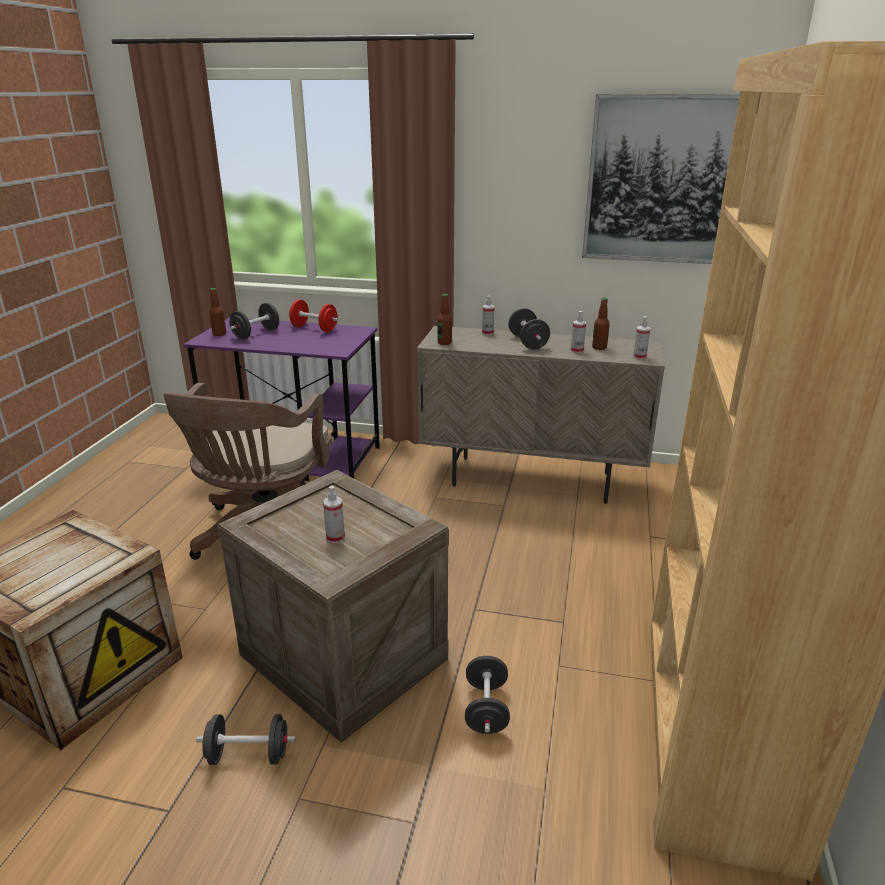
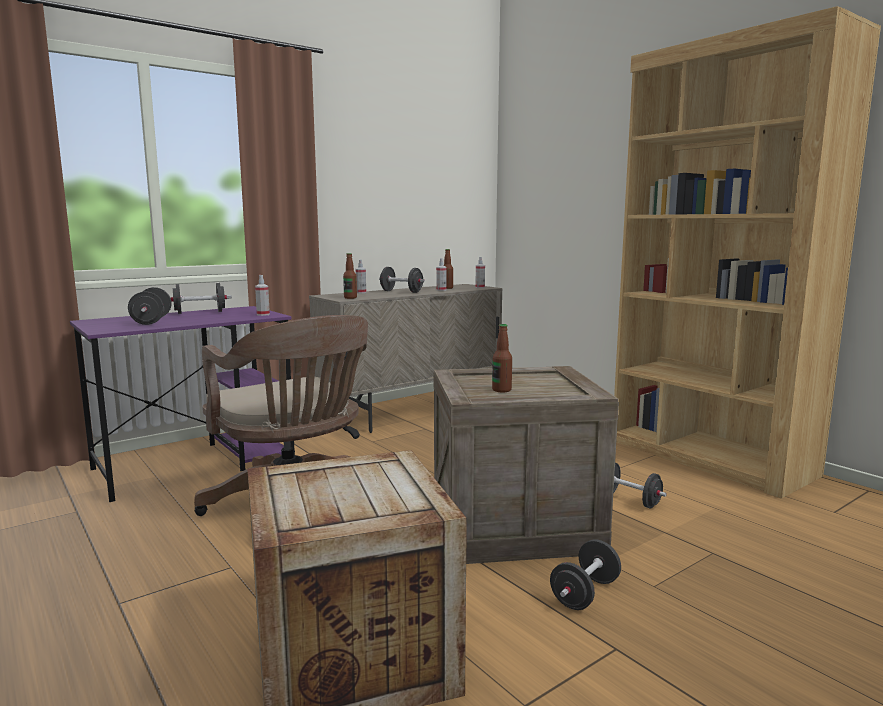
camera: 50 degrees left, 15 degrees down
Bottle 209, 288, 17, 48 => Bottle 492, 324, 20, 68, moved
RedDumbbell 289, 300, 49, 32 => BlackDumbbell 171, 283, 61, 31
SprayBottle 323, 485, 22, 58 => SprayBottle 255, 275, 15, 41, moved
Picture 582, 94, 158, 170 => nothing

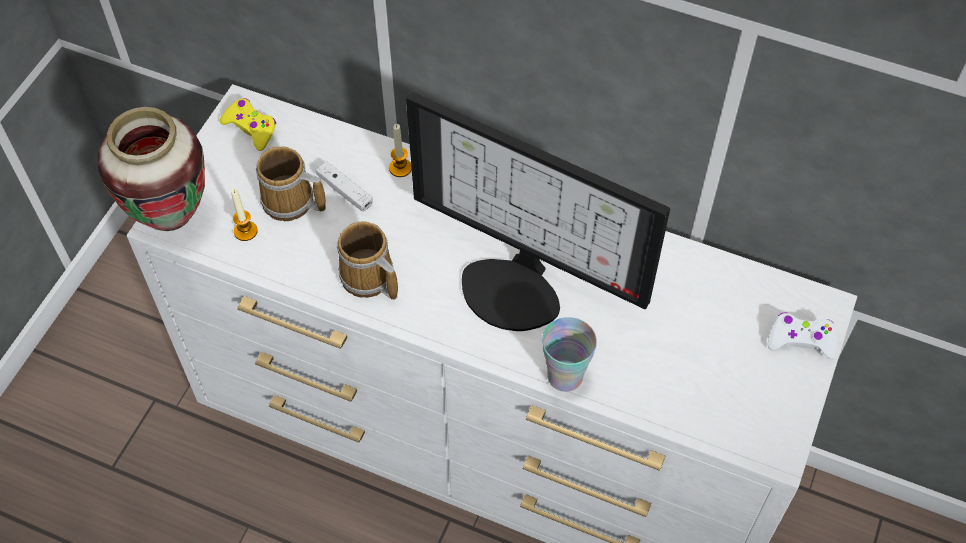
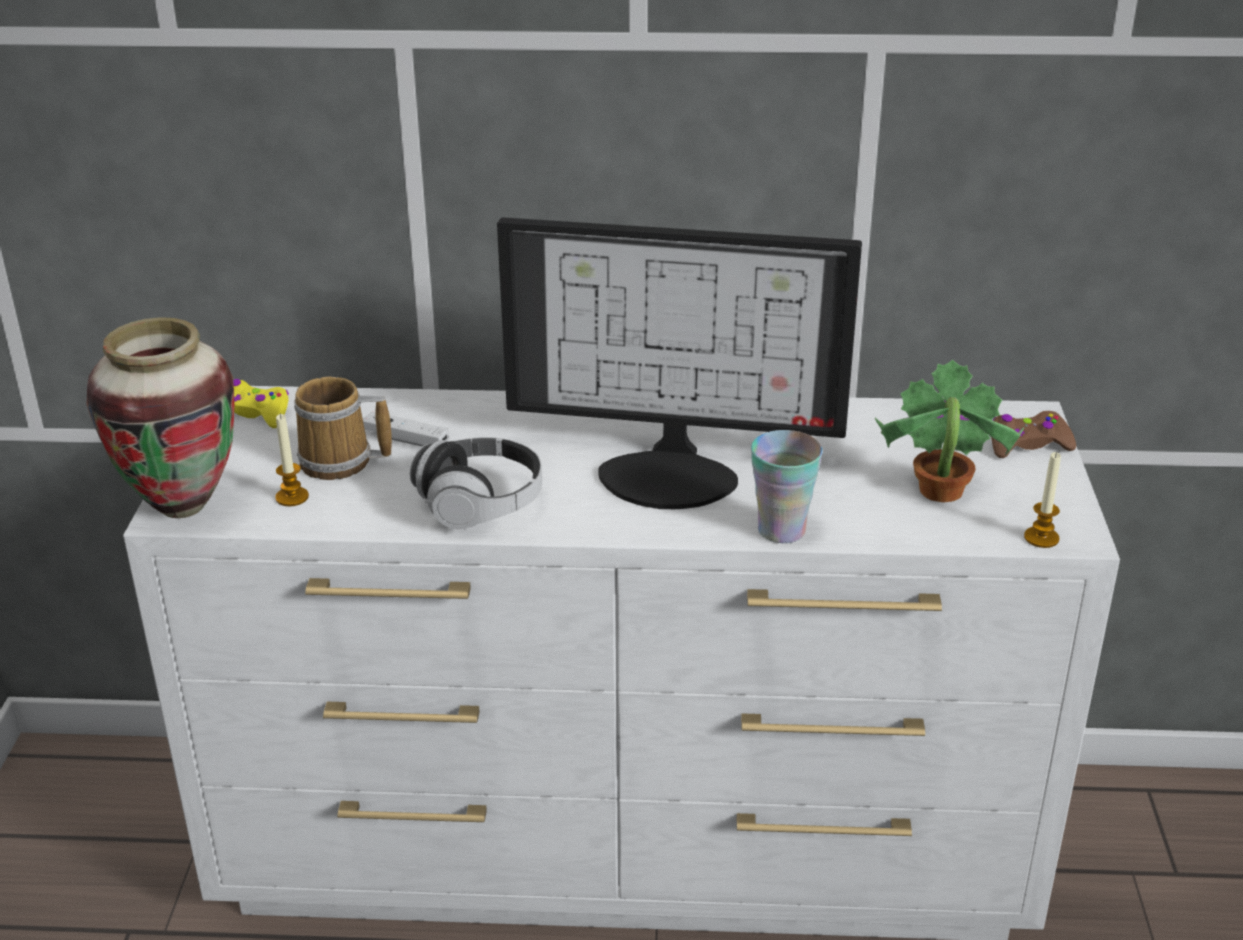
camera: 20 degrees left, 25 degrees down
Mug 337, 221, 61, 79 => Headphones 410, 437, 132, 92
Candle 389, 124, 23, 53 => Candle 1024, 452, 37, 96, moved
WhiteGameController 768, 312, 70, 47 => BrownGameController 991, 411, 85, 47
nothing => PottedPlant 875, 360, 149, 142

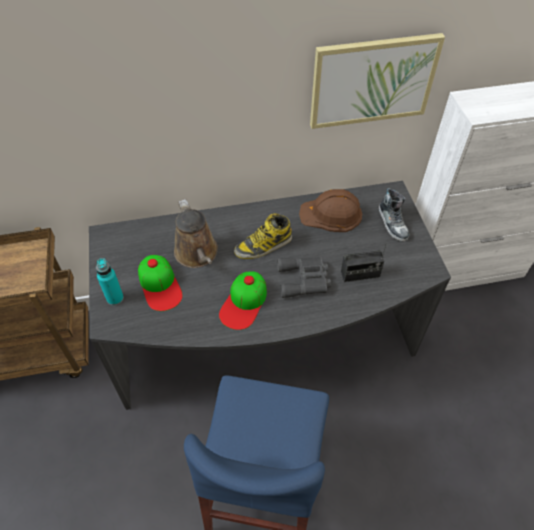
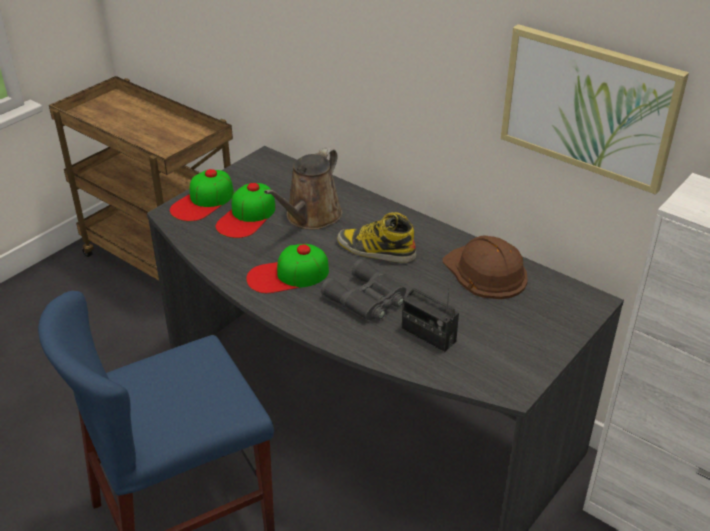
camera: 50 degrees right, 15 degrees down
TurquoiseBottle 96, 258, 28, 47 => Cap 170, 169, 64, 52
Shoe 379, 188, 30, 53 => nothing

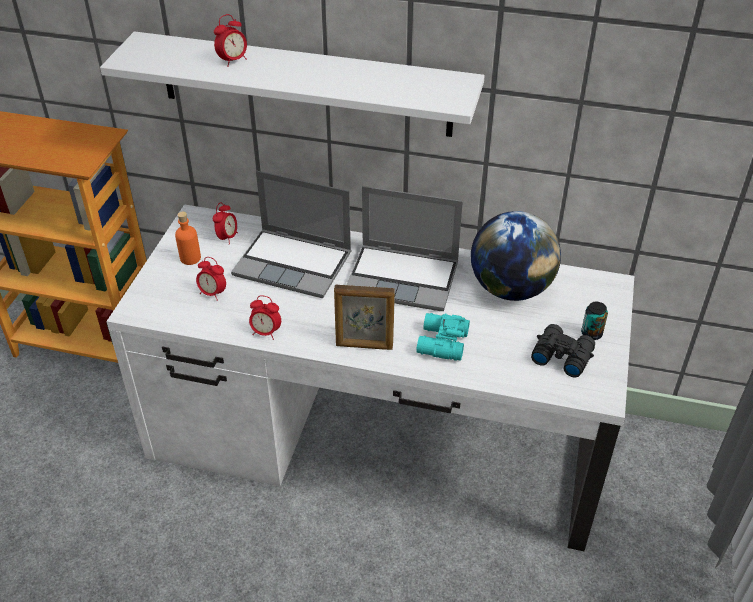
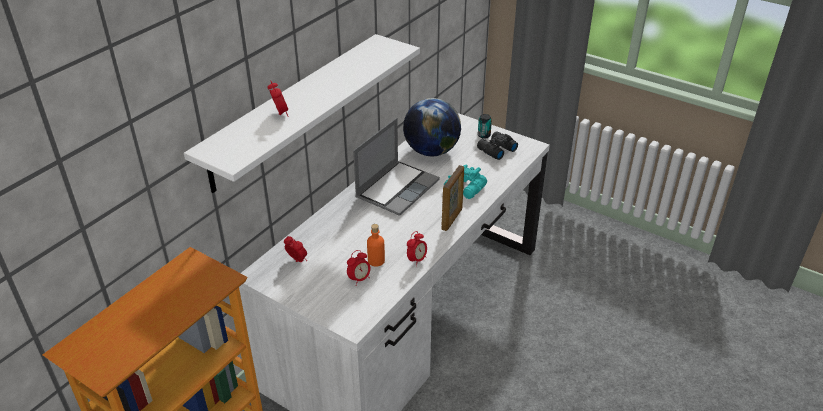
camera: 70 degrees left, 5 degrees down
OrangeBottle 175, 212, 26, 53 => OrangeBottle 367, 224, 18, 43, moved
Laptop 231, 171, 120, 127 => nothing

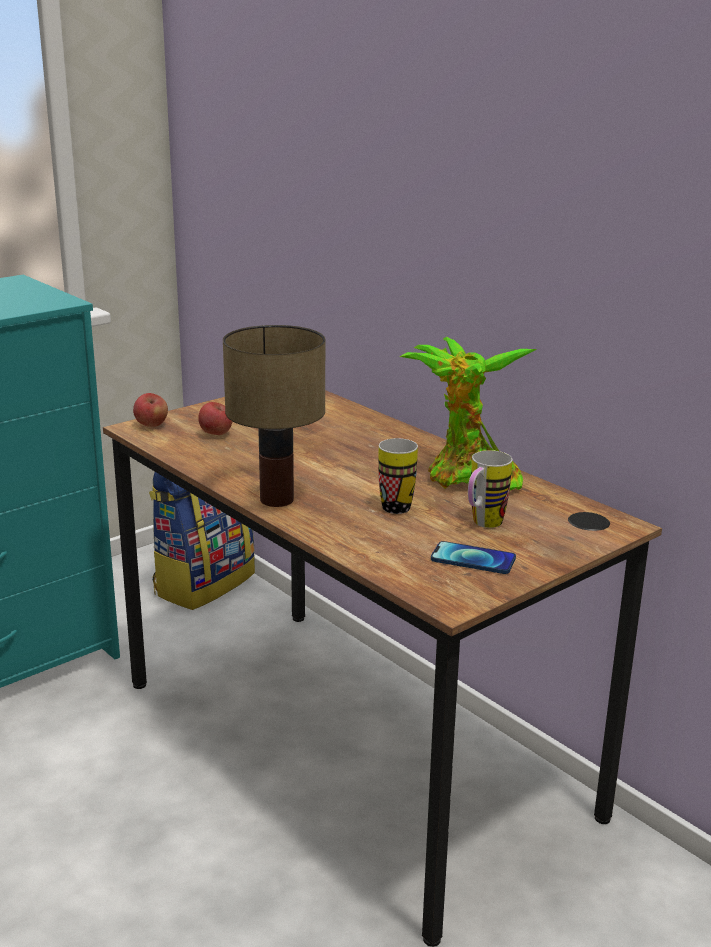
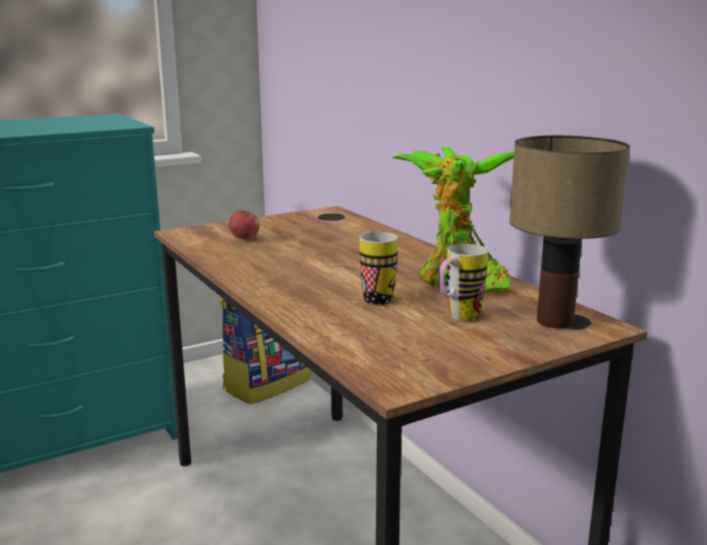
camera: 10 degrees right, 5 degrees down
Apple 133, 393, 35, 34 => nothing
TableLamp 223, 325, 103, 182 => TableLamp 509, 135, 121, 194, moved
Phone 431, 541, 85, 33 => nothing

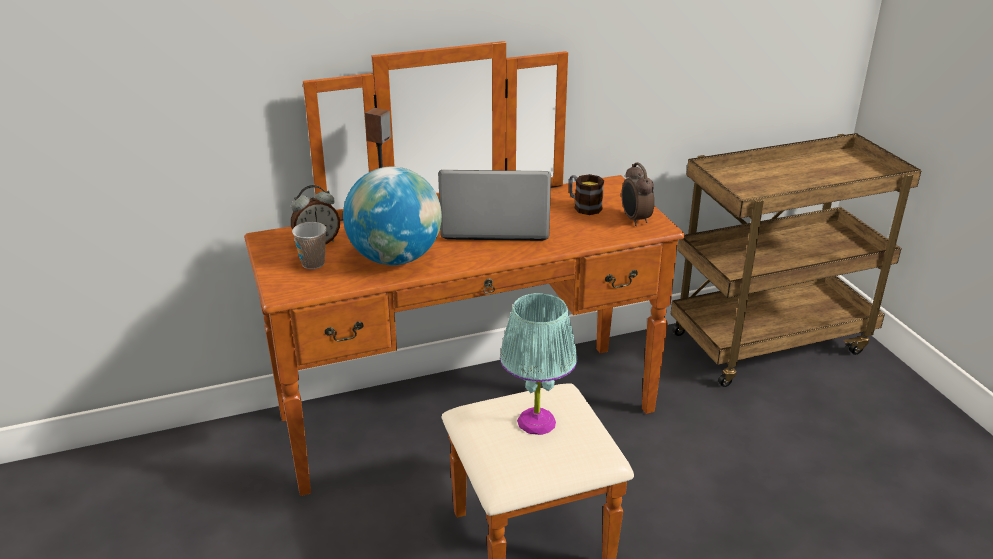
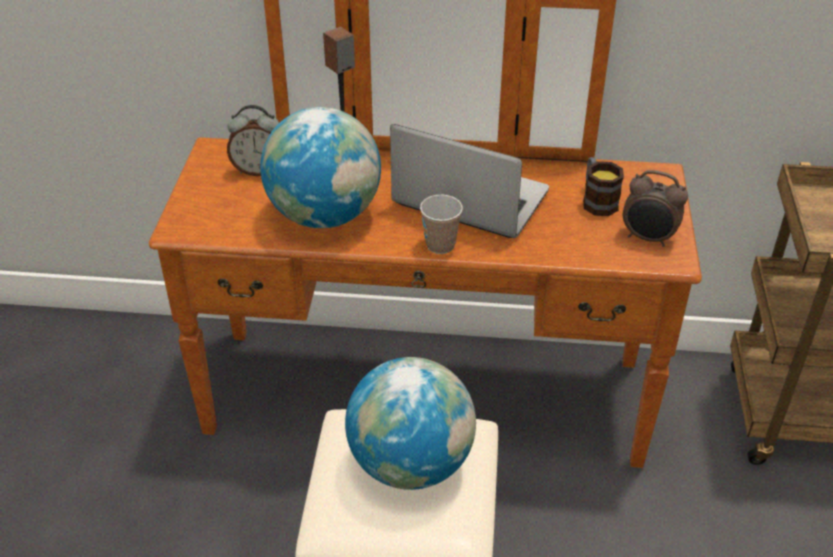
camera: 25 degrees right, 10 degrees up
Cup 292, 222, 35, 47 => Cup 420, 195, 43, 59, moved
TurquoiseTableLamp 500, 293, 78, 142 => Globe 345, 357, 131, 133
AlarmClock 621, 162, 33, 64 => AlarmClock 623, 170, 65, 77, 75 degrees counterclockwise

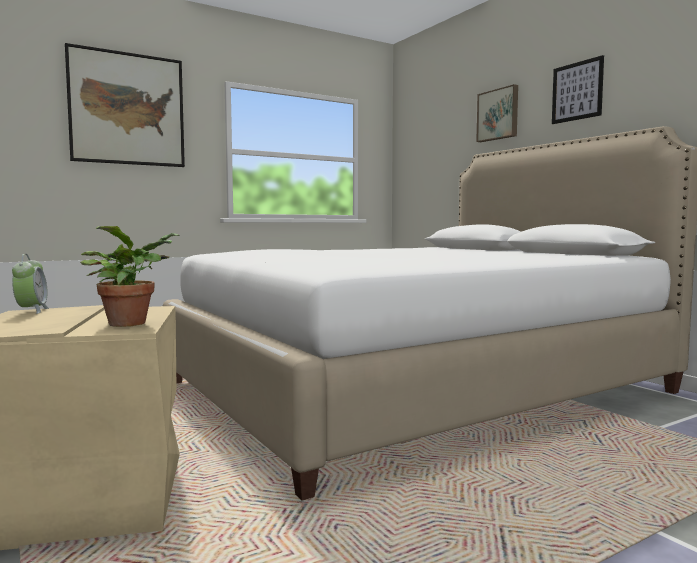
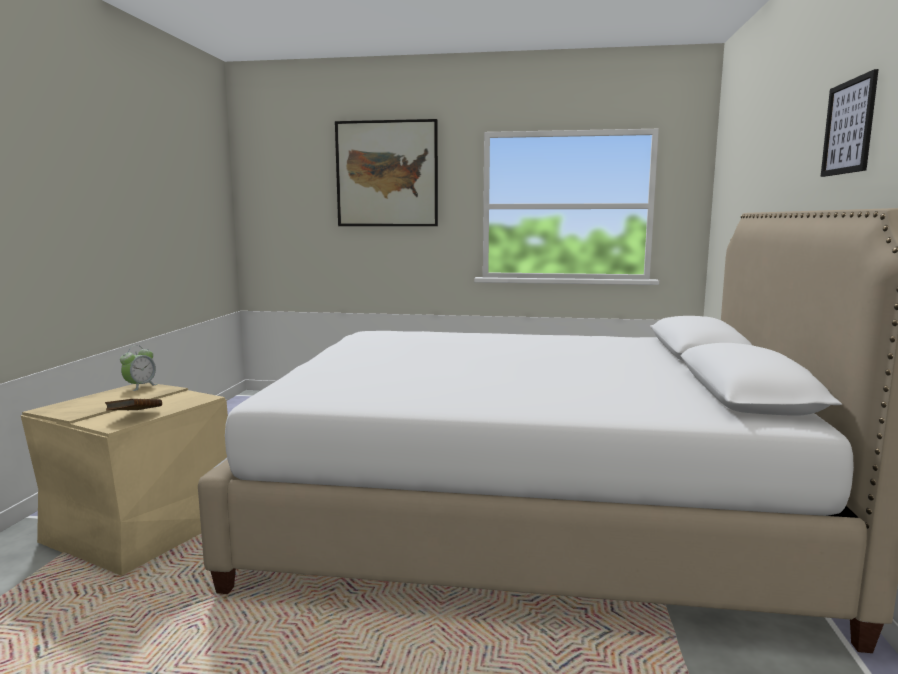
camera: 40 degrees right, 5 degrees up
PottedPlant 80, 226, 100, 101 => BrownBook 105, 399, 57, 12
Picture 476, 84, 42, 58 => nothing

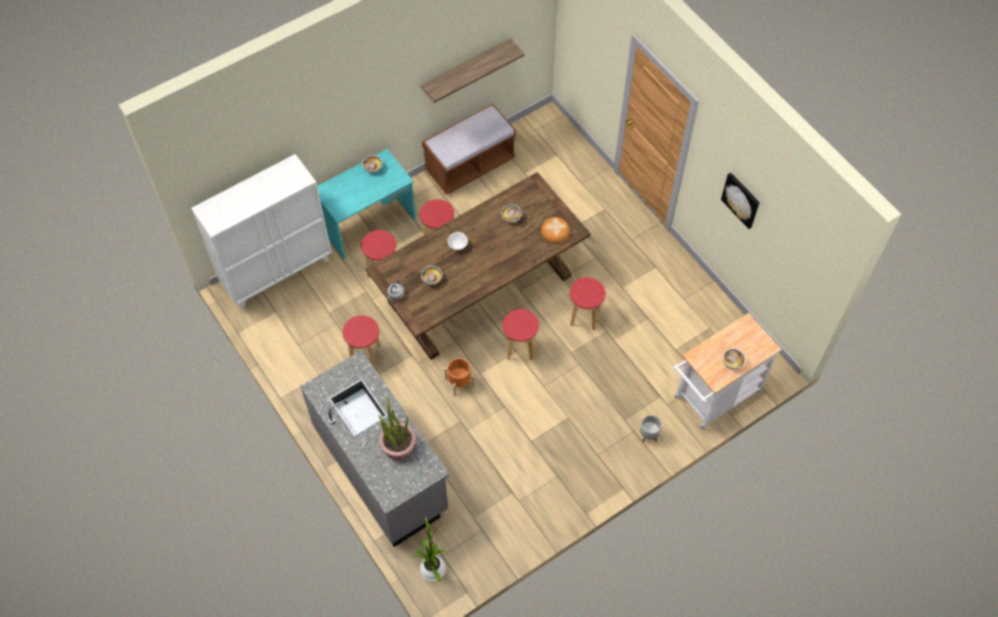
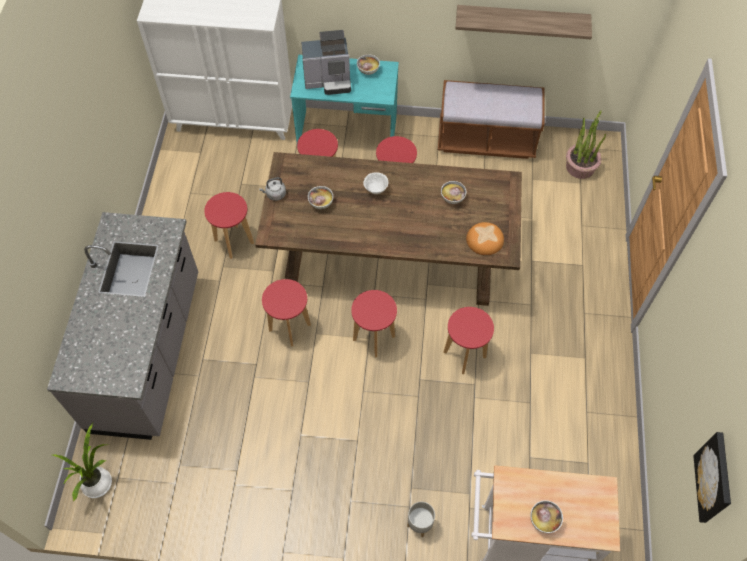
camera: 40 degrees right, 0 degrees up
PottedPlant 379, 397, 37, 63 => PottedPlant 566, 110, 40, 69, moved
OrangePlanter 444, 358, 31, 38 => RedStool 262, 279, 49, 68
Picture 721, 173, 39, 56 => Picture 693, 432, 38, 91, moved
nothing => CoffeeMachine 301, 30, 50, 65

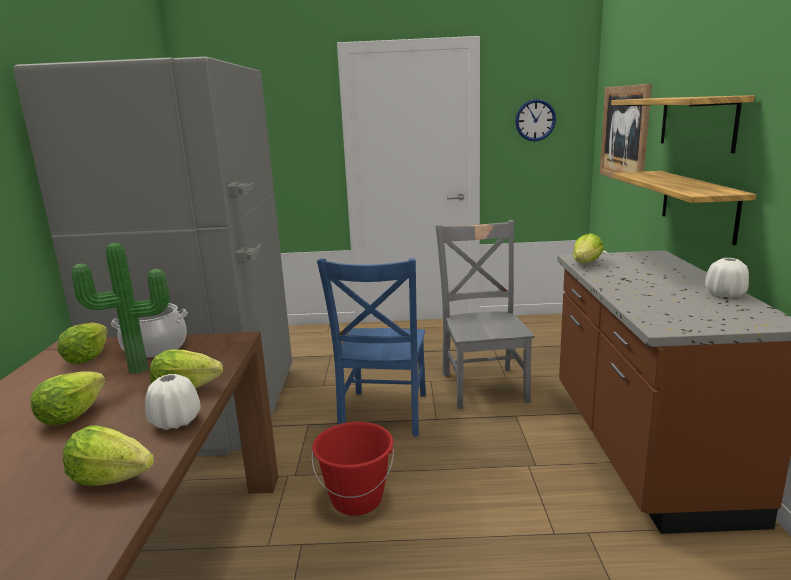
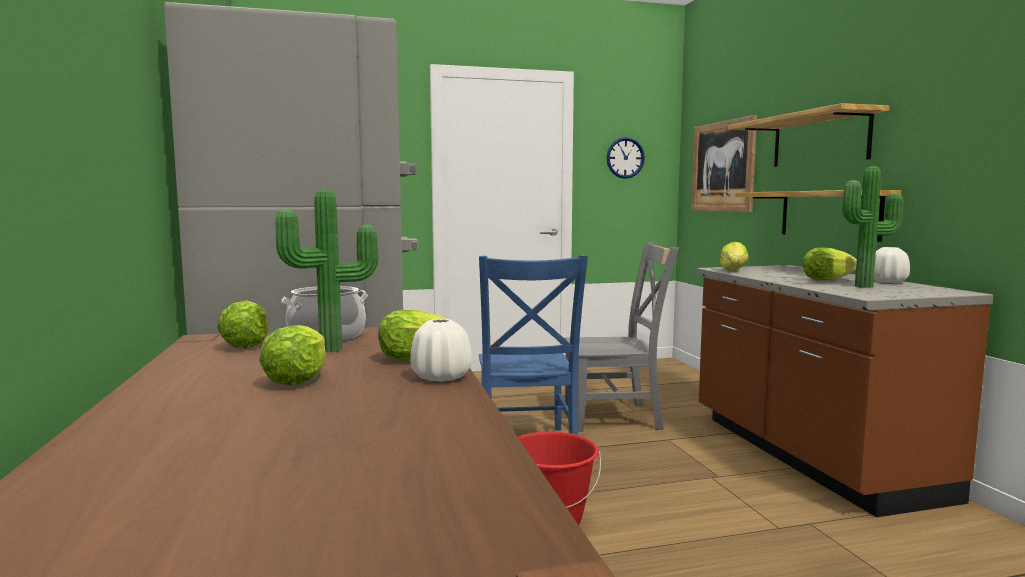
camera: 15 degrees left, 10 degrees down
Lettuce 62, 425, 92, 61 => Lettuce 803, 247, 54, 33, moved
GreyChair 435, 220, 99, 189 => GreyChair 565, 242, 114, 190, 105 degrees clockwise
nothing => PottedPlant 842, 166, 61, 122

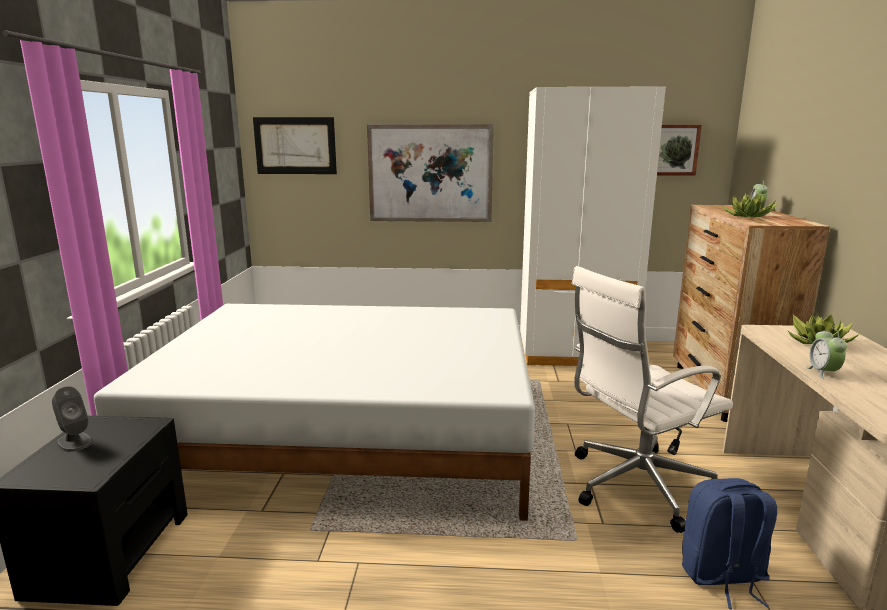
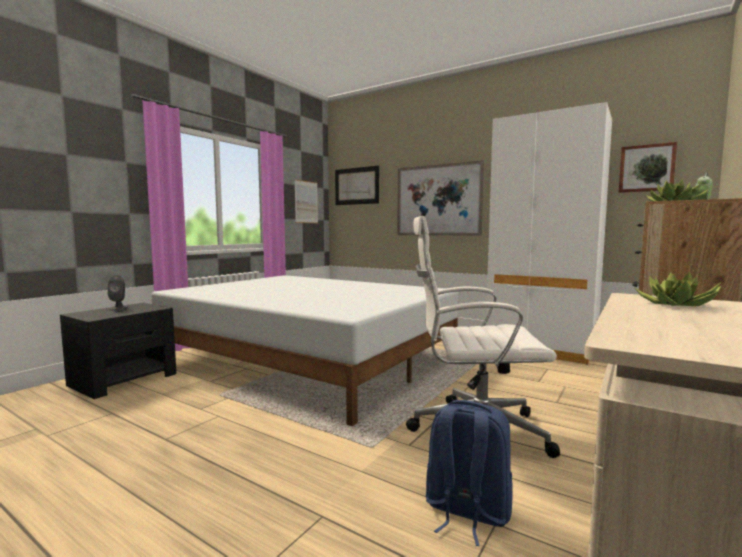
camera: 30 degrees right, 10 degrees down
AlarmClock 806, 328, 41, 51 => nothing
nothing => Picture 294, 180, 24, 43

